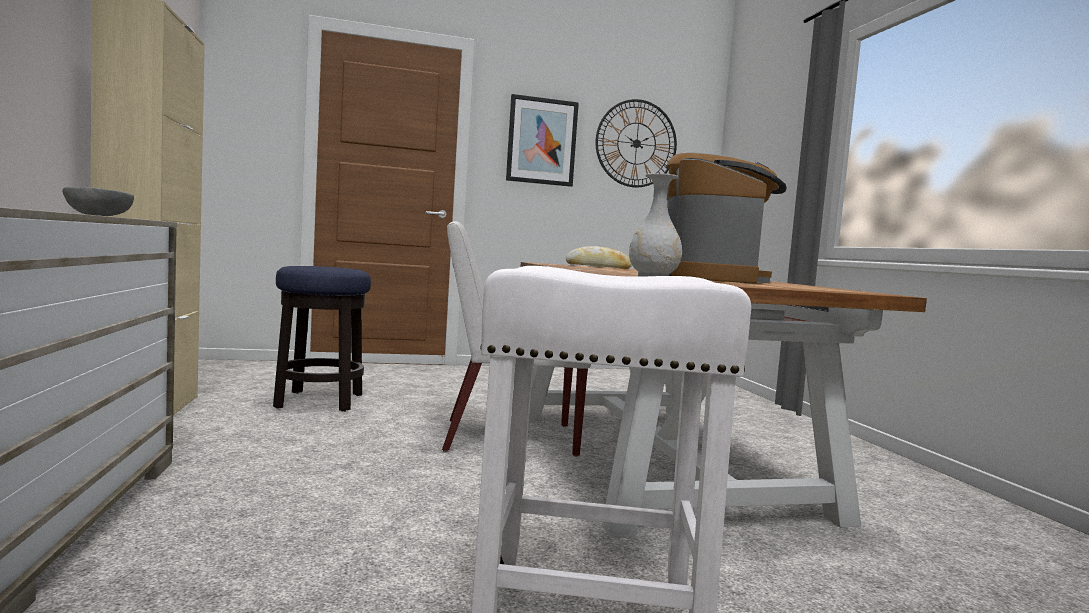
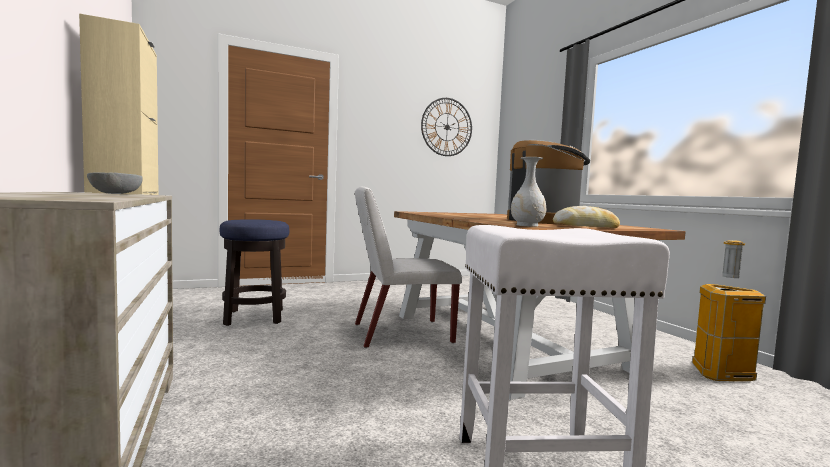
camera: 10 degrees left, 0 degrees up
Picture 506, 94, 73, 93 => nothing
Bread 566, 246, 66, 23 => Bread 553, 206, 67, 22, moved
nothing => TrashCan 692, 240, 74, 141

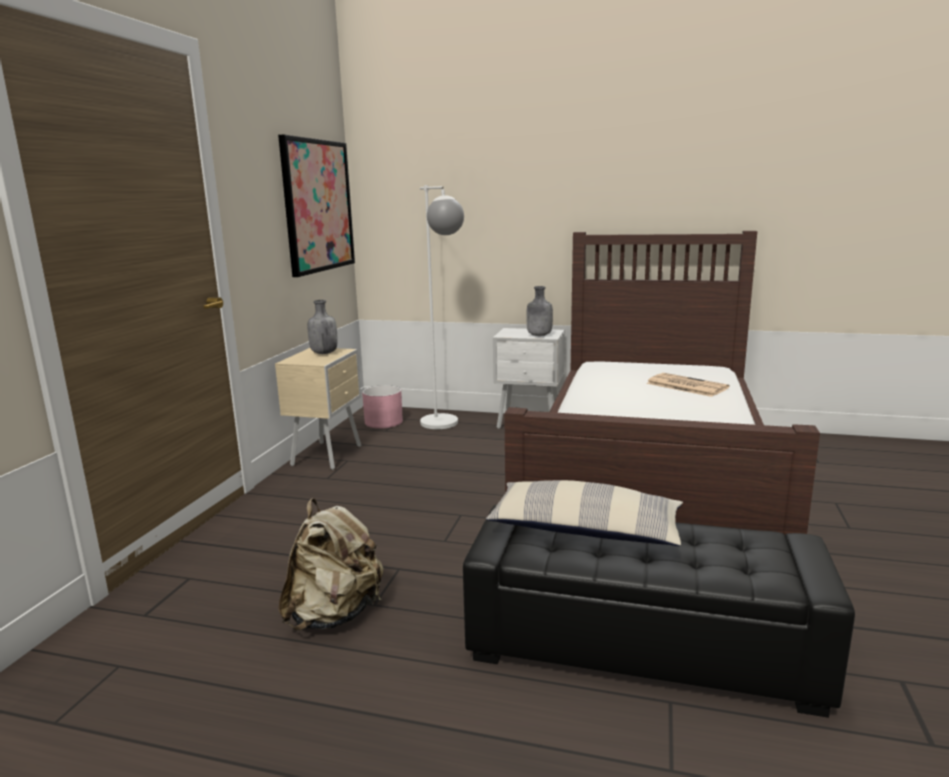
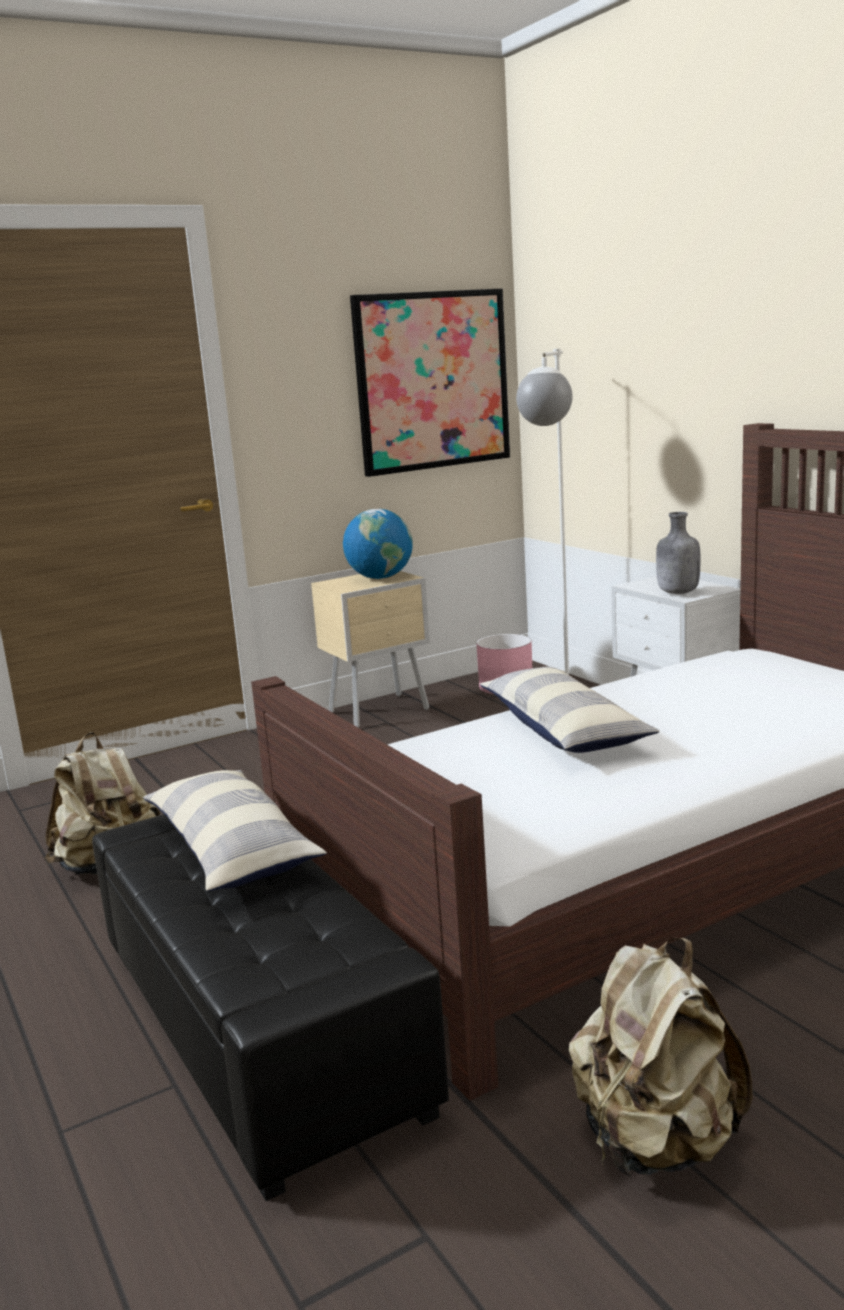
camera: 45 degrees right, 0 degrees up
GreyBottle 308, 300, 30, 54 => Globe 343, 509, 70, 70
Newspaper 646, 373, 83, 24 => nothing
nothing => Pillow 480, 667, 180, 86
nothing => BeigeBackpack 569, 938, 183, 239

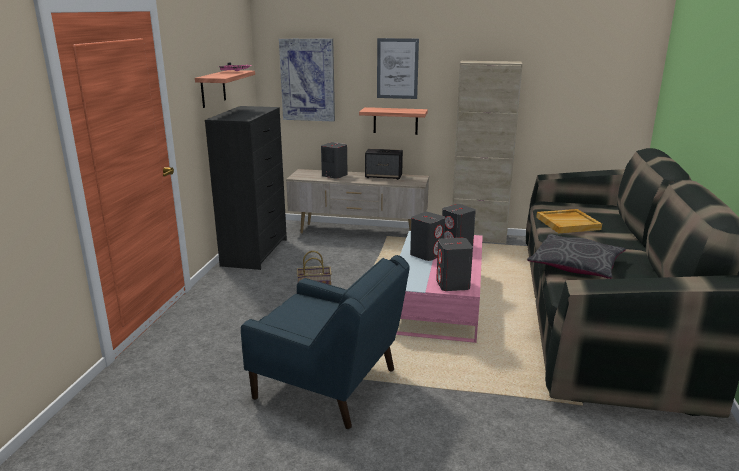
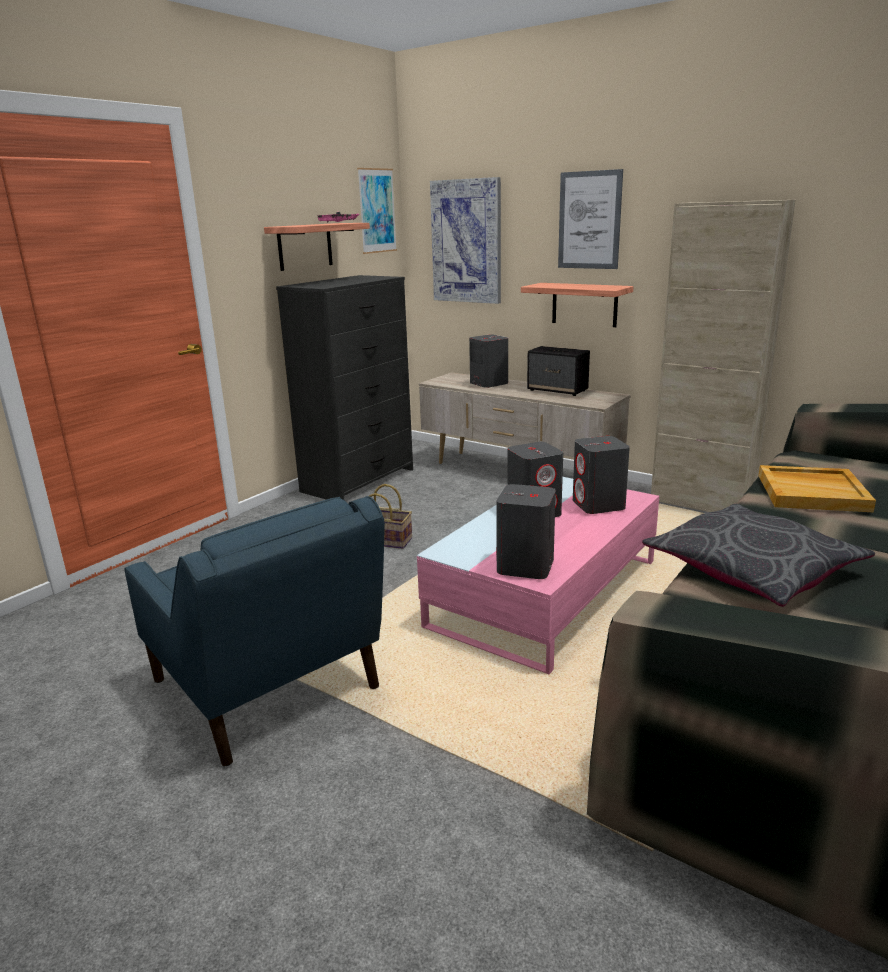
camera: 25 degrees right, 0 degrees up
nothing => Picture 357, 168, 40, 86

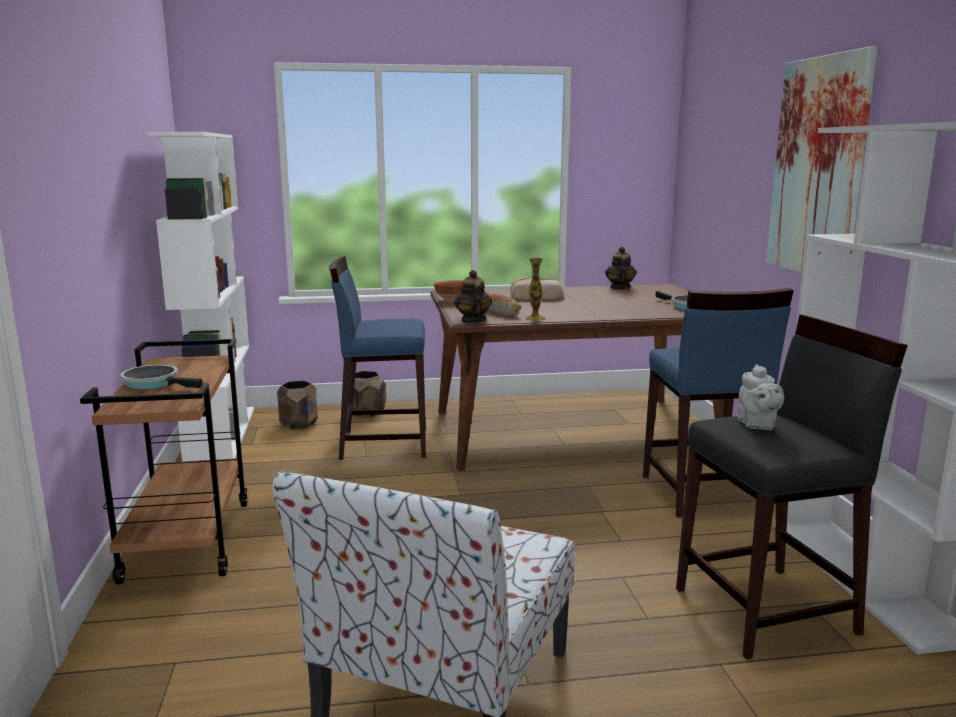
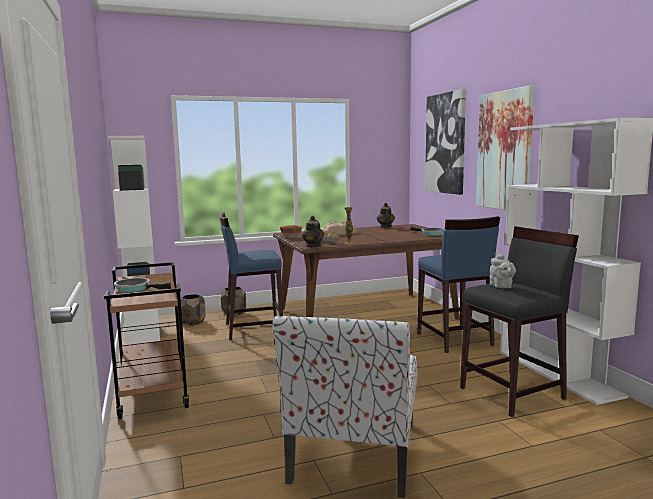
camera: 10 degrees left, 5 degrees down
nothing => Picture 425, 89, 41, 106

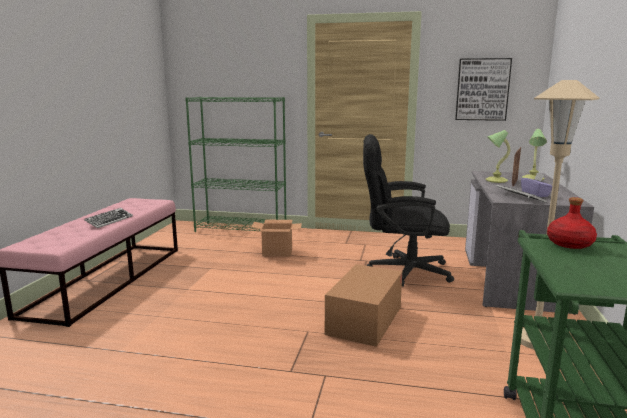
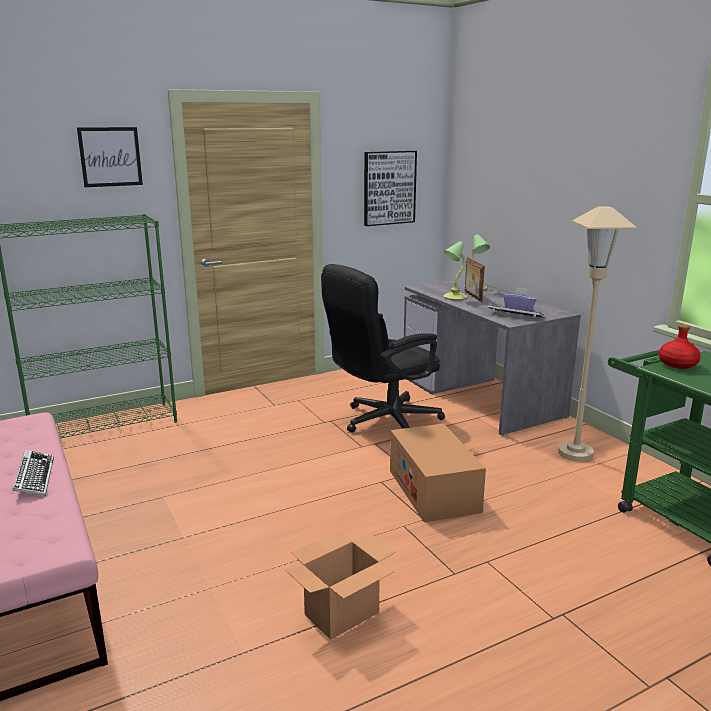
camera: 40 degrees left, 5 degrees up
CardboardBox 252, 220, 50, 37 => CardboardBox 285, 530, 111, 110, moved
nothing => Picture 77, 127, 66, 60

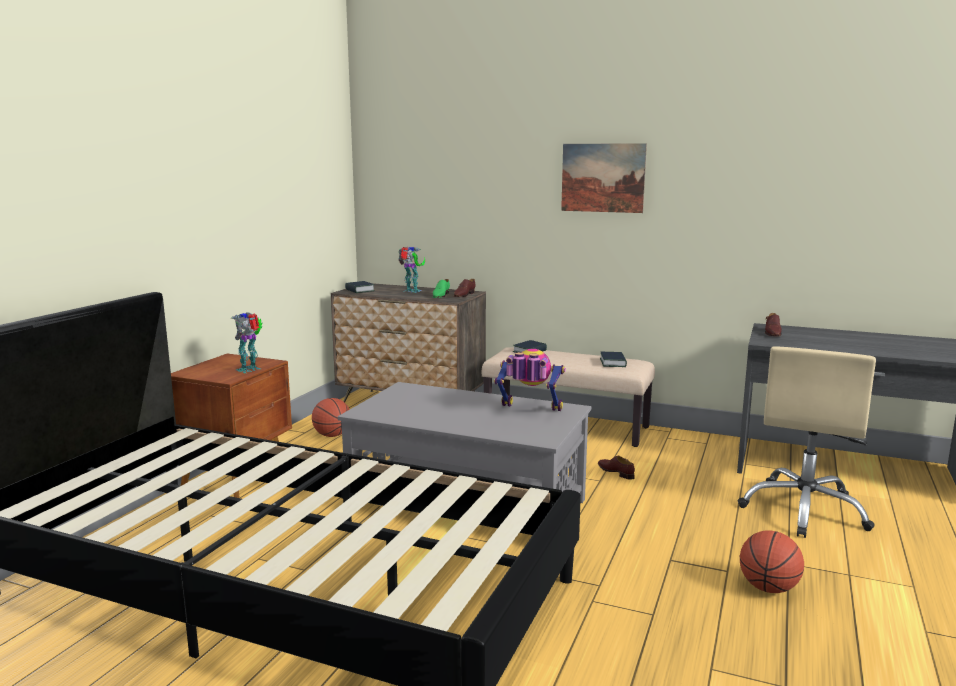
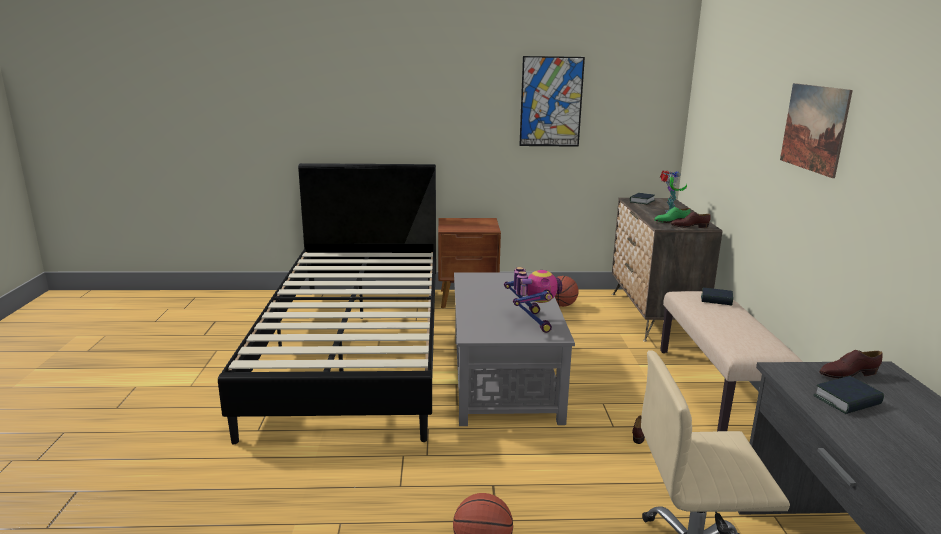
camera: 65 degrees right, 5 degrees up
ToyRobot 231, 312, 31, 61 => nothing
Book 600, 352, 27, 15 => Book 813, 376, 71, 38, moved
nothing => Picture 519, 56, 66, 91

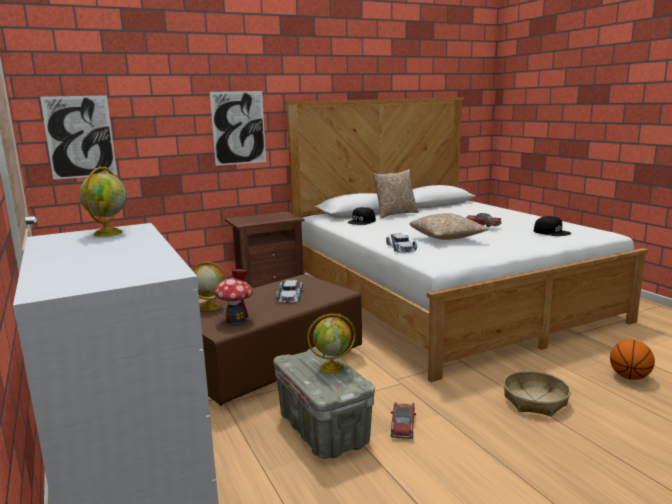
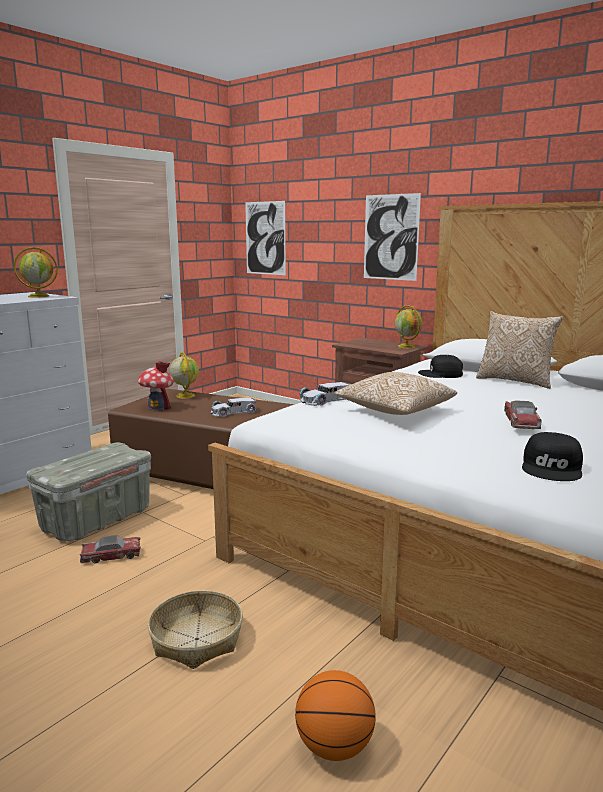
camera: 65 degrees right, 0 degrees up
Globe 307, 314, 49, 59 => Globe 395, 305, 27, 43, moved

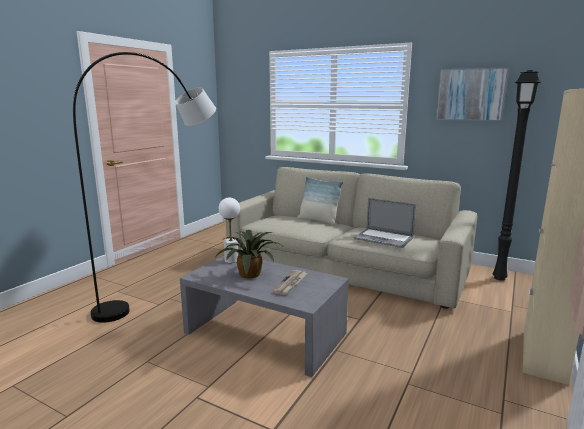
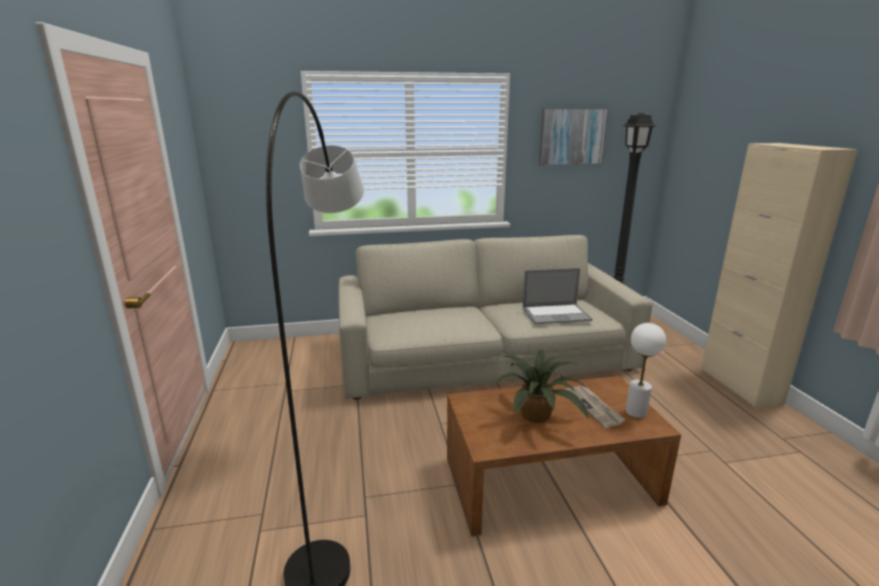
camera: 40 degrees left, 5 degrees up
GreyCoffeeTable 180, 256, 169, 121 => BrownCoffeeTable 447, 376, 234, 160
WhiteTableLamp 219, 197, 21, 66 => WhiteTableLamp 626, 323, 40, 95, moved
Pillow 297, 176, 46, 49 => nothing

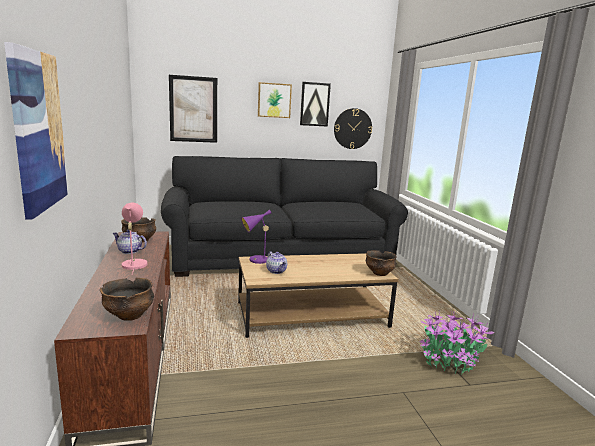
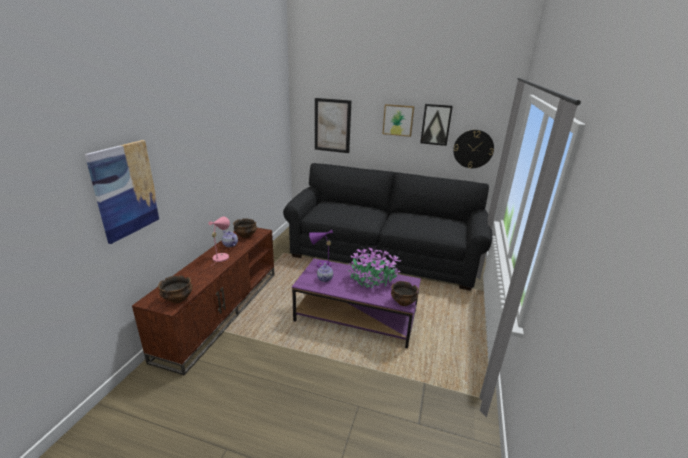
camera: 30 degrees right, 10 degrees up
BrownCoffeeTable 238, 253, 160, 85 => PurpleCoffeeTable 292, 258, 129, 90
PottedPlant 420, 311, 74, 63 => PottedPlant 347, 246, 54, 42, moved

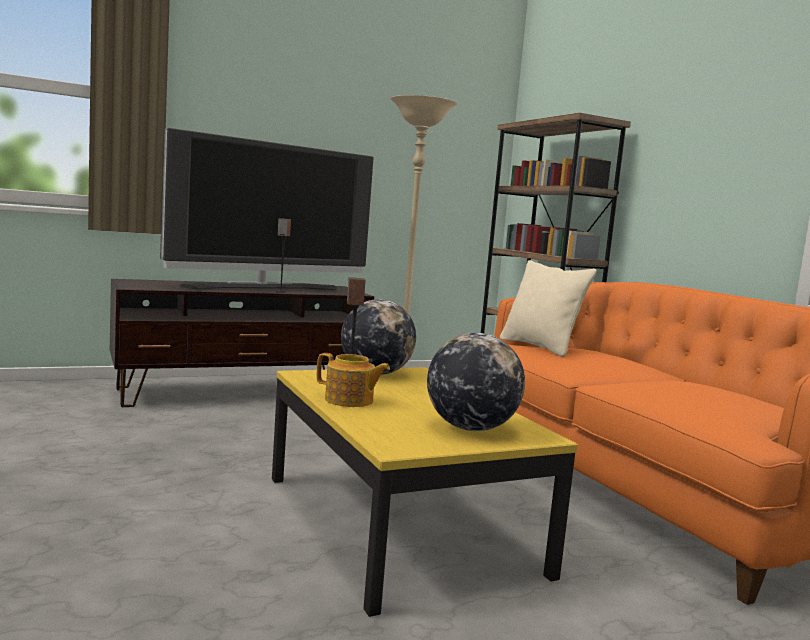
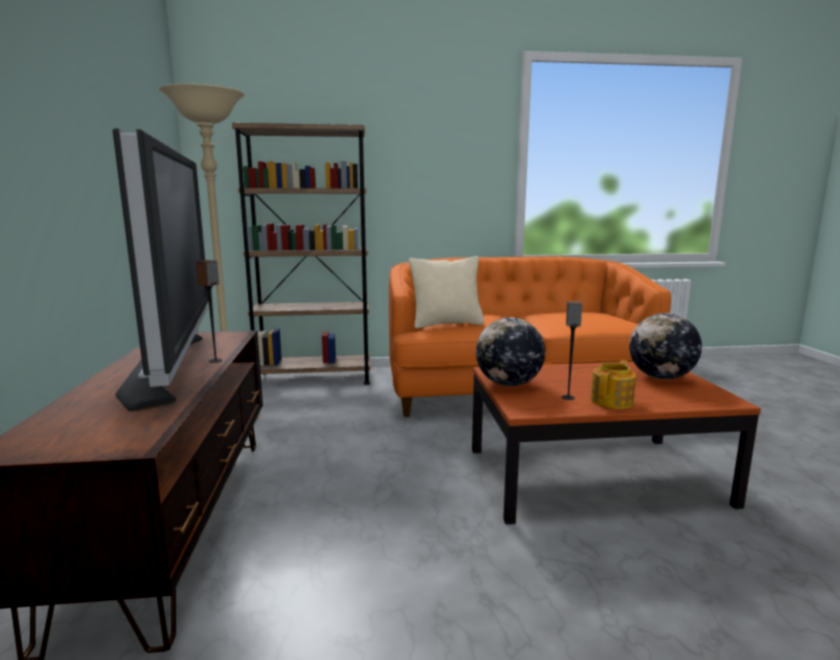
camera: 70 degrees left, 5 degrees up
YellowCoffeeTable 272, 367, 306, 250 => BrownCoffeeTable 472, 362, 289, 162

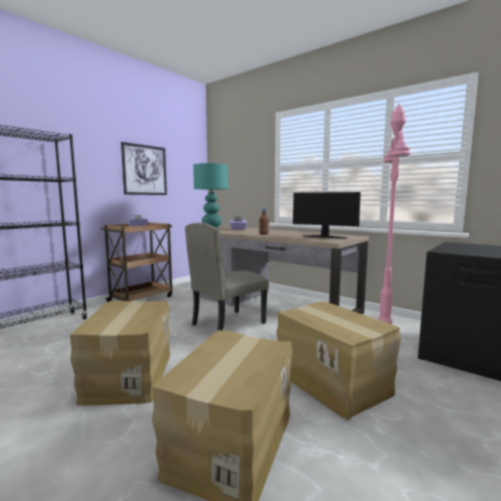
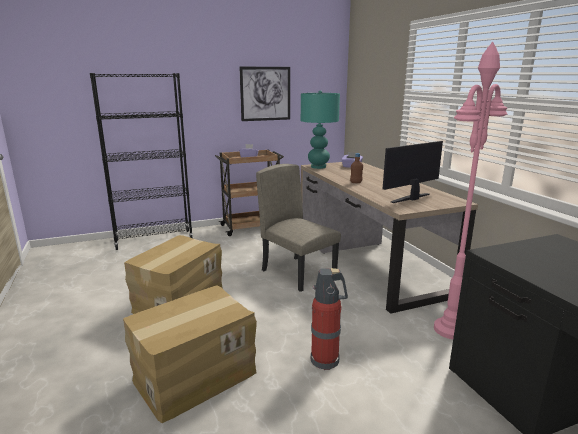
camera: 30 degrees right, 10 degrees up
BeigeChair 185, 223, 83, 108 => BeigeChair 256, 164, 85, 128, 60 degrees clockwise
CardboardBox 276, 301, 125, 120 => FireExtinguisher 311, 268, 37, 102
Monitor 293, 192, 68, 47 => Monitor 383, 141, 60, 62, 90 degrees clockwise

